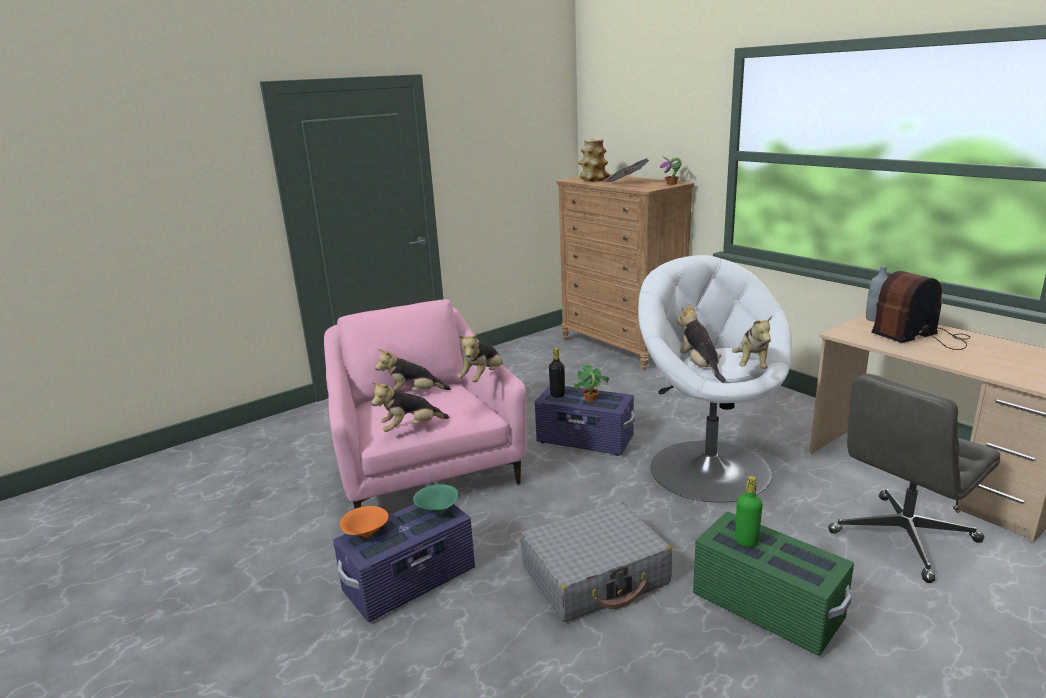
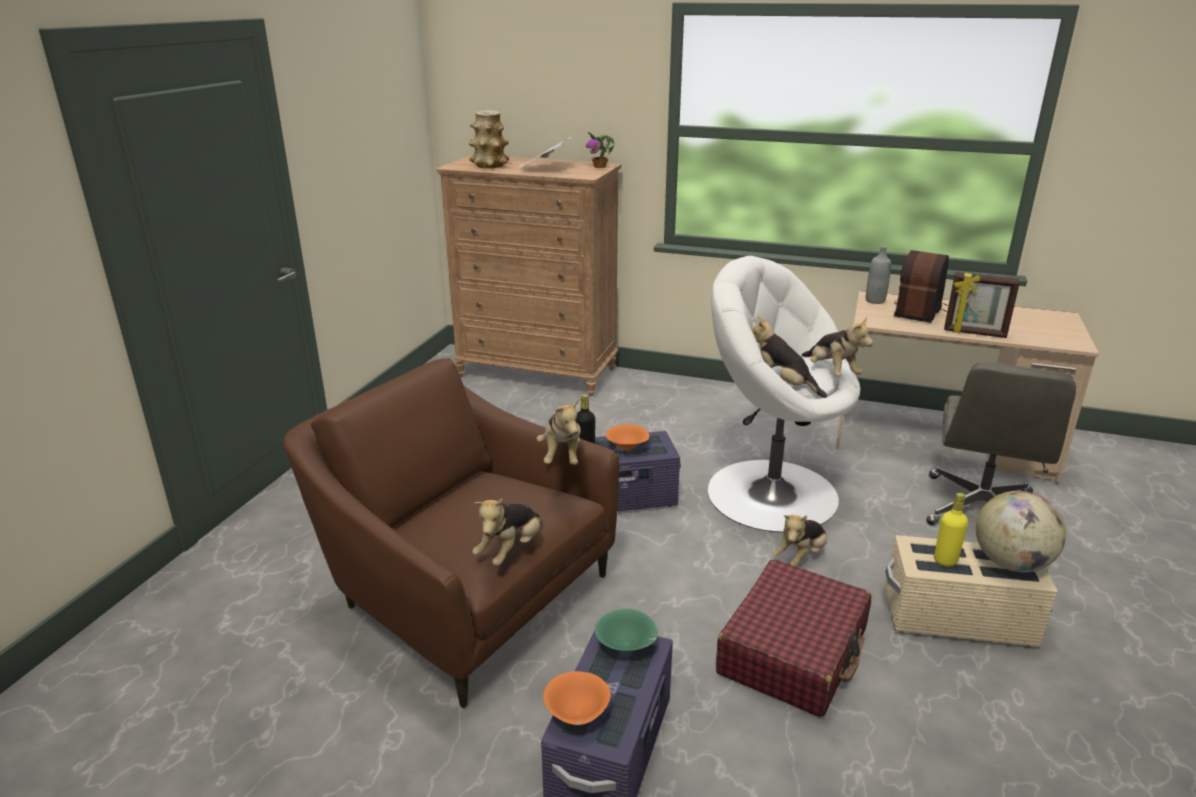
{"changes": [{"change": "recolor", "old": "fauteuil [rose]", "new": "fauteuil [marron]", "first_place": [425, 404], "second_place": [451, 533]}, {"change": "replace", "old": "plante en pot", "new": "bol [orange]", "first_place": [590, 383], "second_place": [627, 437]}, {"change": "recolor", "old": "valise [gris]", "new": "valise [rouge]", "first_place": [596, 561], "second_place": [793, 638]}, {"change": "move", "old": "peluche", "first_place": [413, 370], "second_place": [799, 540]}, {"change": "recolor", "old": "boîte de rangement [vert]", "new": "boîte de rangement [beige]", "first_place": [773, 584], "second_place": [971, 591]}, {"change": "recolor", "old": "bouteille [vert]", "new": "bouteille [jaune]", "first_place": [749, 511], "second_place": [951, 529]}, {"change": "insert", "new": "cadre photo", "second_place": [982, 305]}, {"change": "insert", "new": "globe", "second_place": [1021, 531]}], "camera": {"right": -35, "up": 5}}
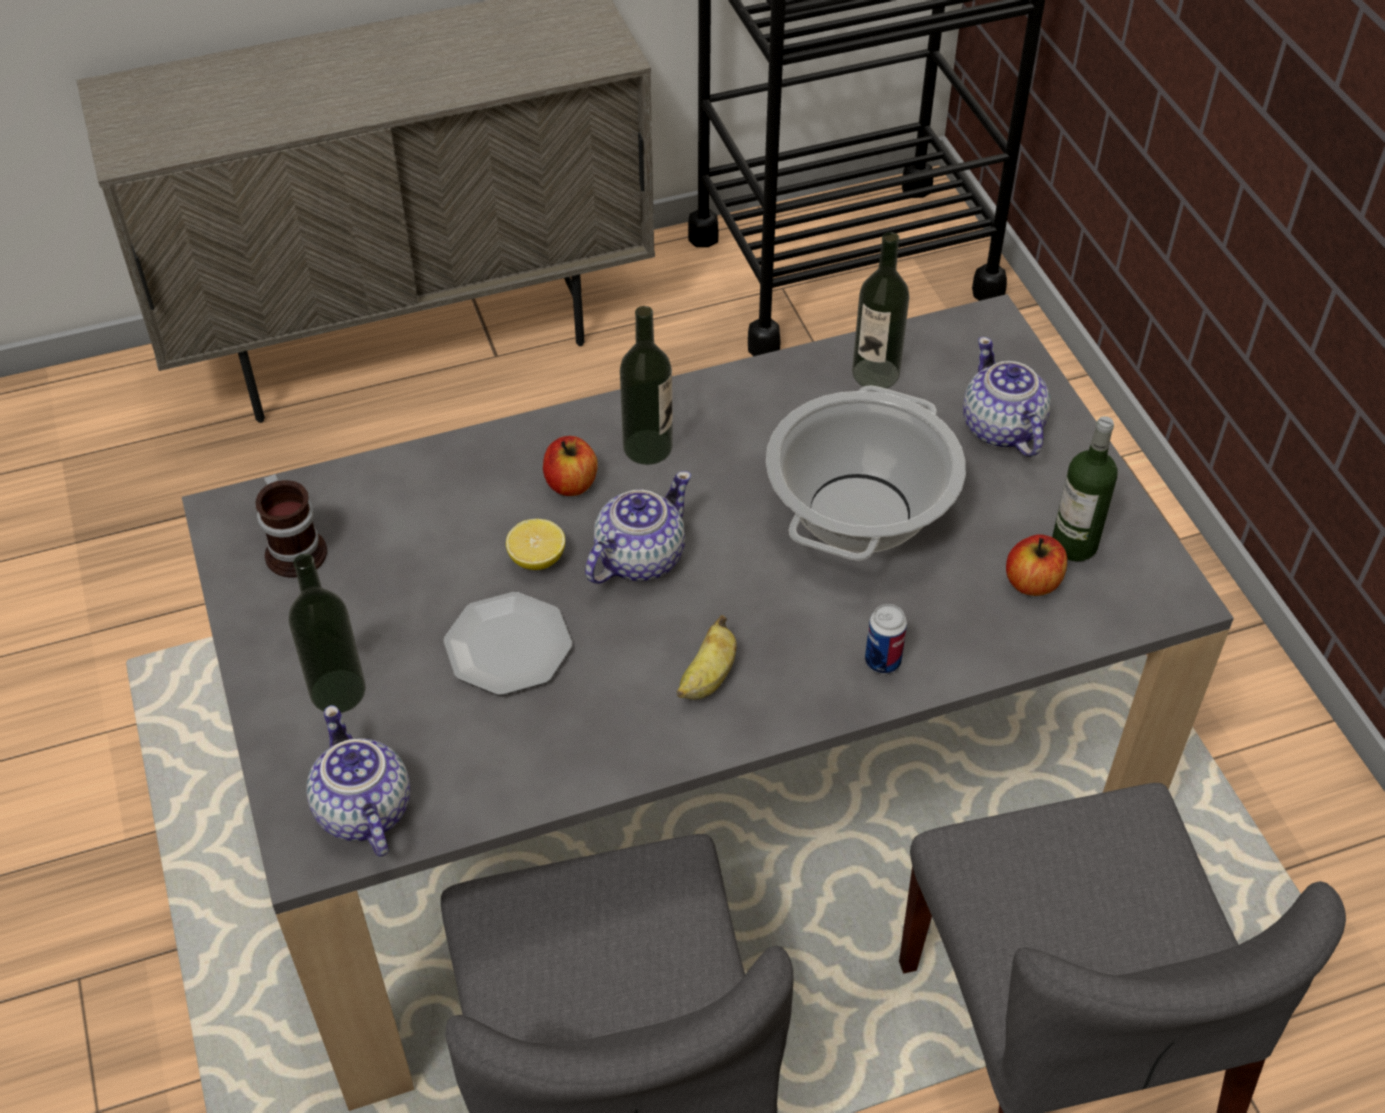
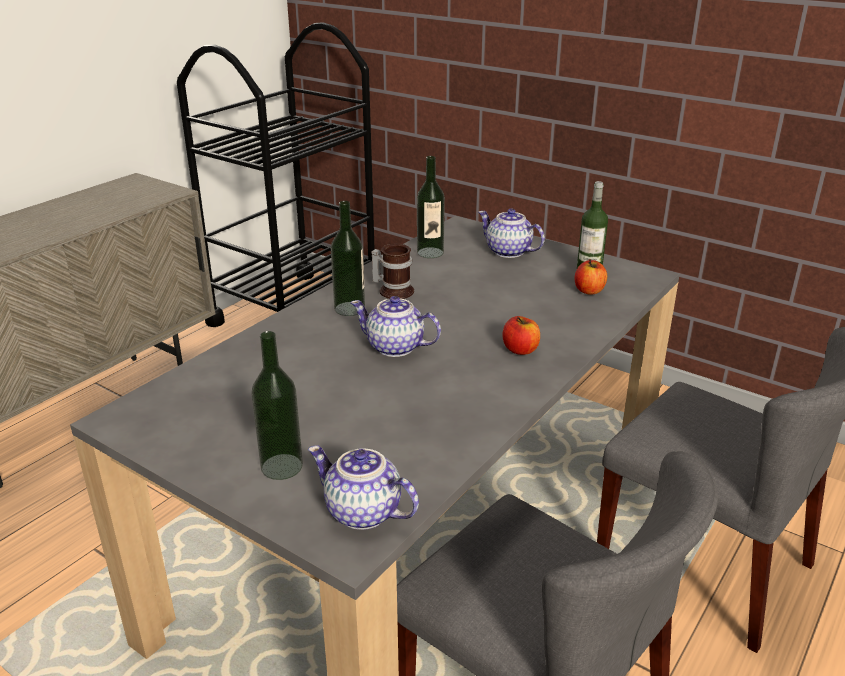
{"changes": [{"change": "rotate", "old": "théière", "first_place": [638, 527], "second_place": [395, 326], "degrees": -75}, {"change": "move", "old": "mug", "first_place": [291, 526], "second_place": [392, 271]}, {"change": "move", "old": "pomme", "first_place": [570, 466], "second_place": [521, 335]}, {"change": "delete", "old": "assiette", "first_place": [507, 643]}, {"change": "delete", "old": "citron", "first_place": [535, 544]}, {"change": "delete", "old": "banane", "first_place": [707, 657]}, {"change": "delete", "old": "marmite", "first_place": [866, 473]}, {"change": "delete", "old": "boîte métallique", "first_place": [886, 639]}], "camera": {"right": -35, "up": -20}}
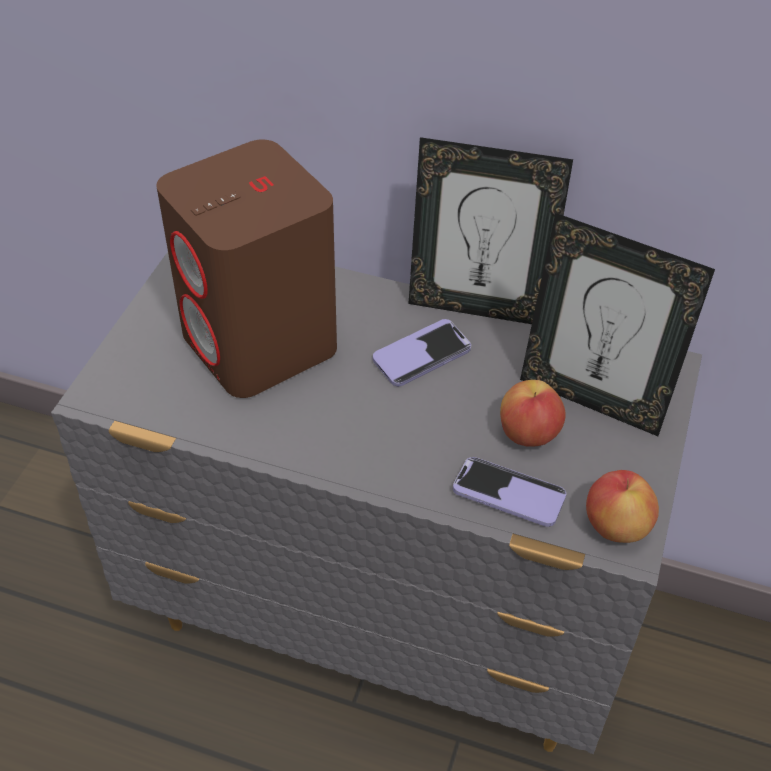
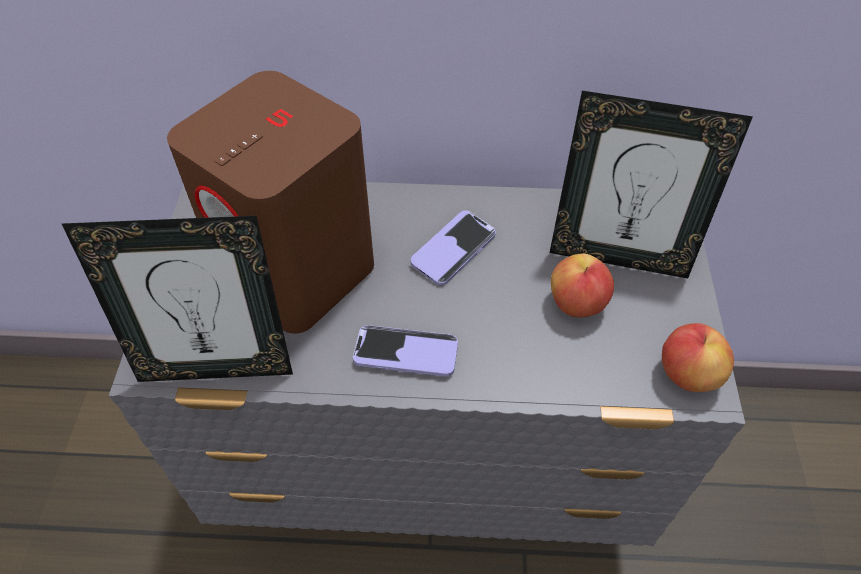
{"changes": [{"change": "move", "old": "cadre photo", "first_place": [490, 230], "second_place": [177, 299]}, {"change": "move", "old": "téléphone", "first_place": [509, 492], "second_place": [405, 351]}], "camera": {"right": -15, "up": 5}}
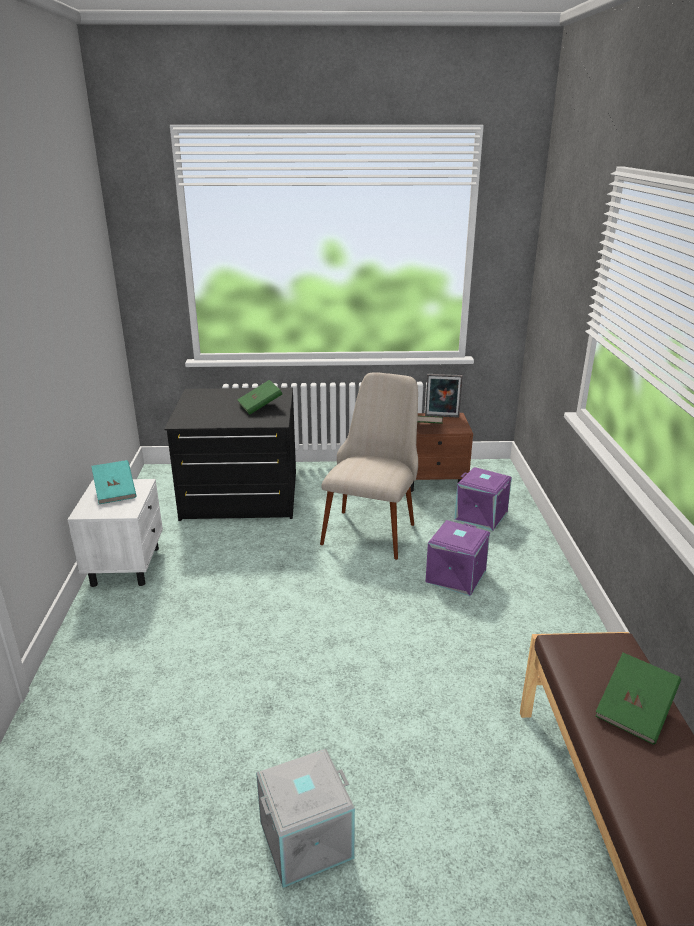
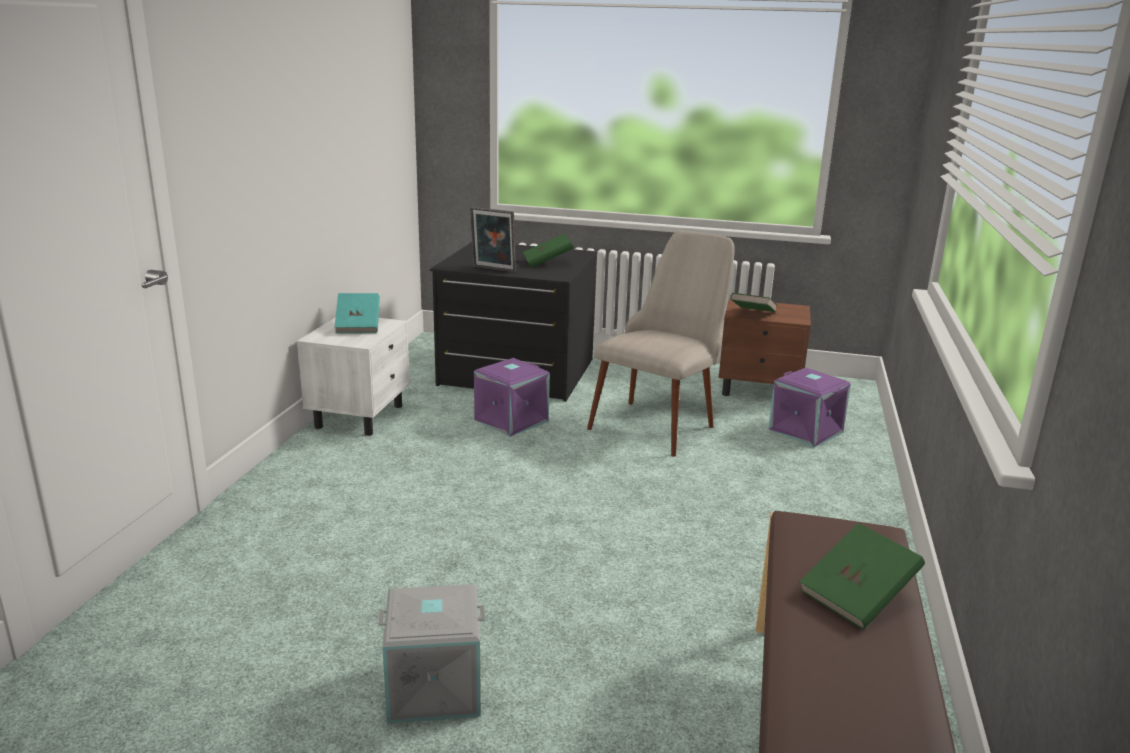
{"changes": [{"change": "move", "old": "cadre photo", "first_place": [444, 396], "second_place": [493, 239]}, {"change": "move", "old": "boîte de rangement [violet]", "first_place": [457, 558], "second_place": [512, 397]}], "camera": {"right": 15, "up": -5}}
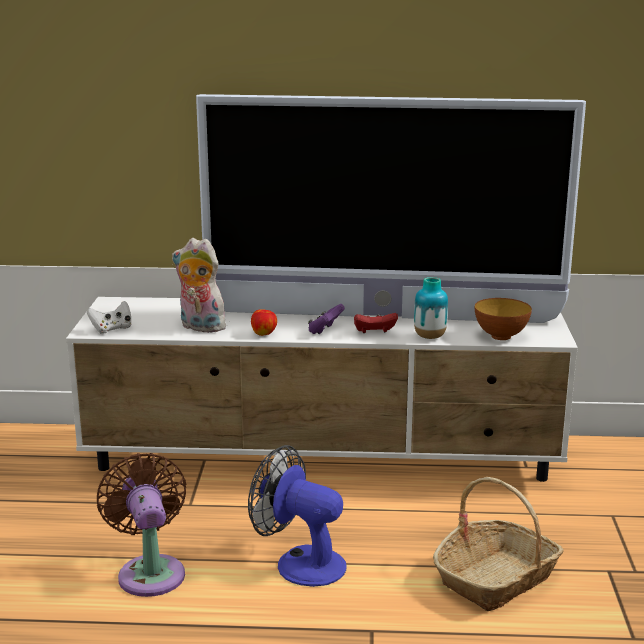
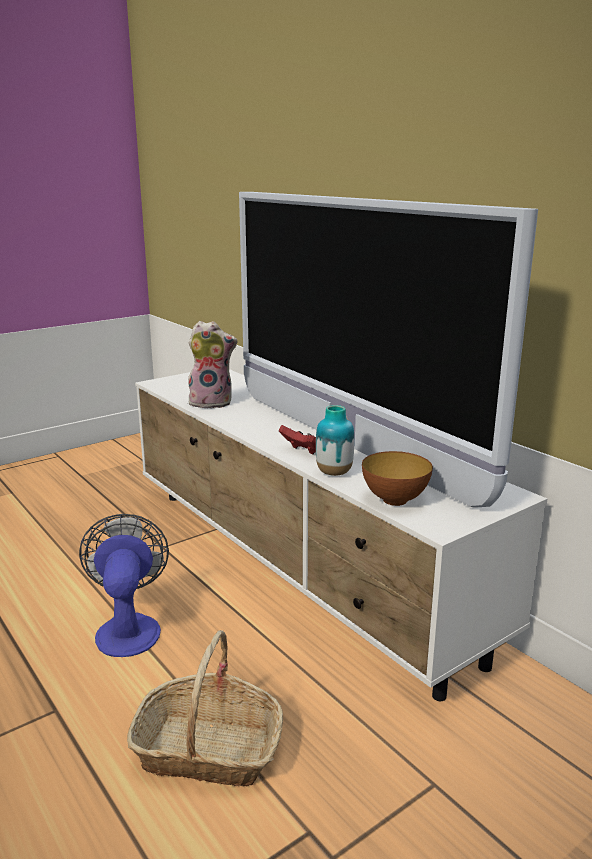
{"changes": [{"change": "rotate", "old": "peluche", "first_place": [201, 285], "second_place": [212, 365], "degrees": 105}, {"change": "delete", "old": "manette [blanc]", "first_place": [109, 317]}, {"change": "delete", "old": "ventilateur [marron]", "first_place": [142, 525]}, {"change": "delete", "old": "pomme", "first_place": [264, 322]}, {"change": "delete", "old": "manette [violet]", "first_place": [326, 319]}], "camera": {"right": 50, "up": 0}}
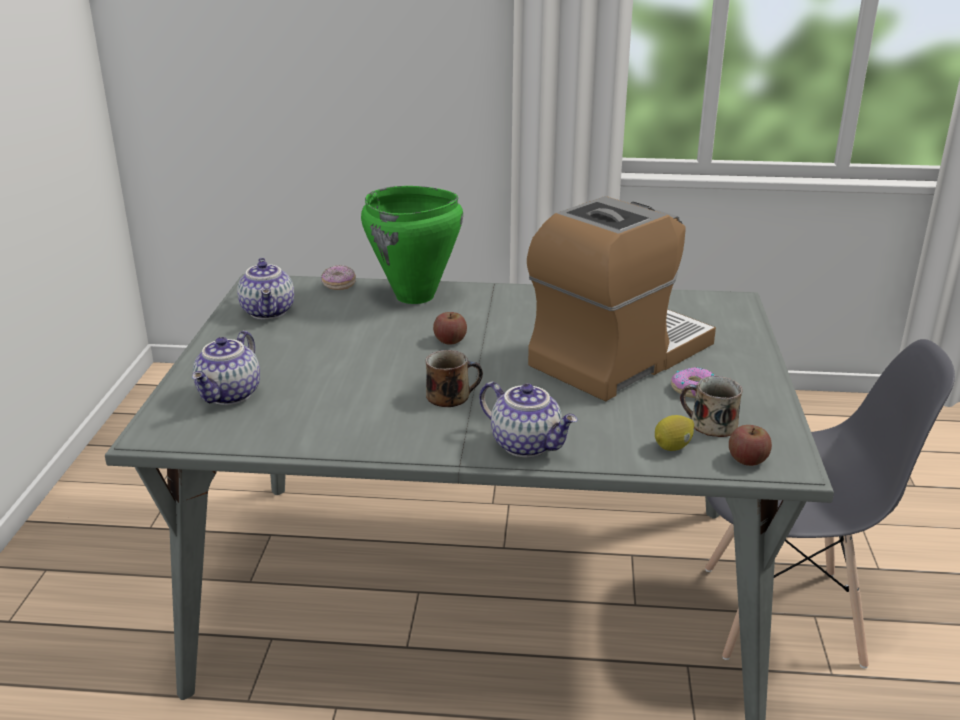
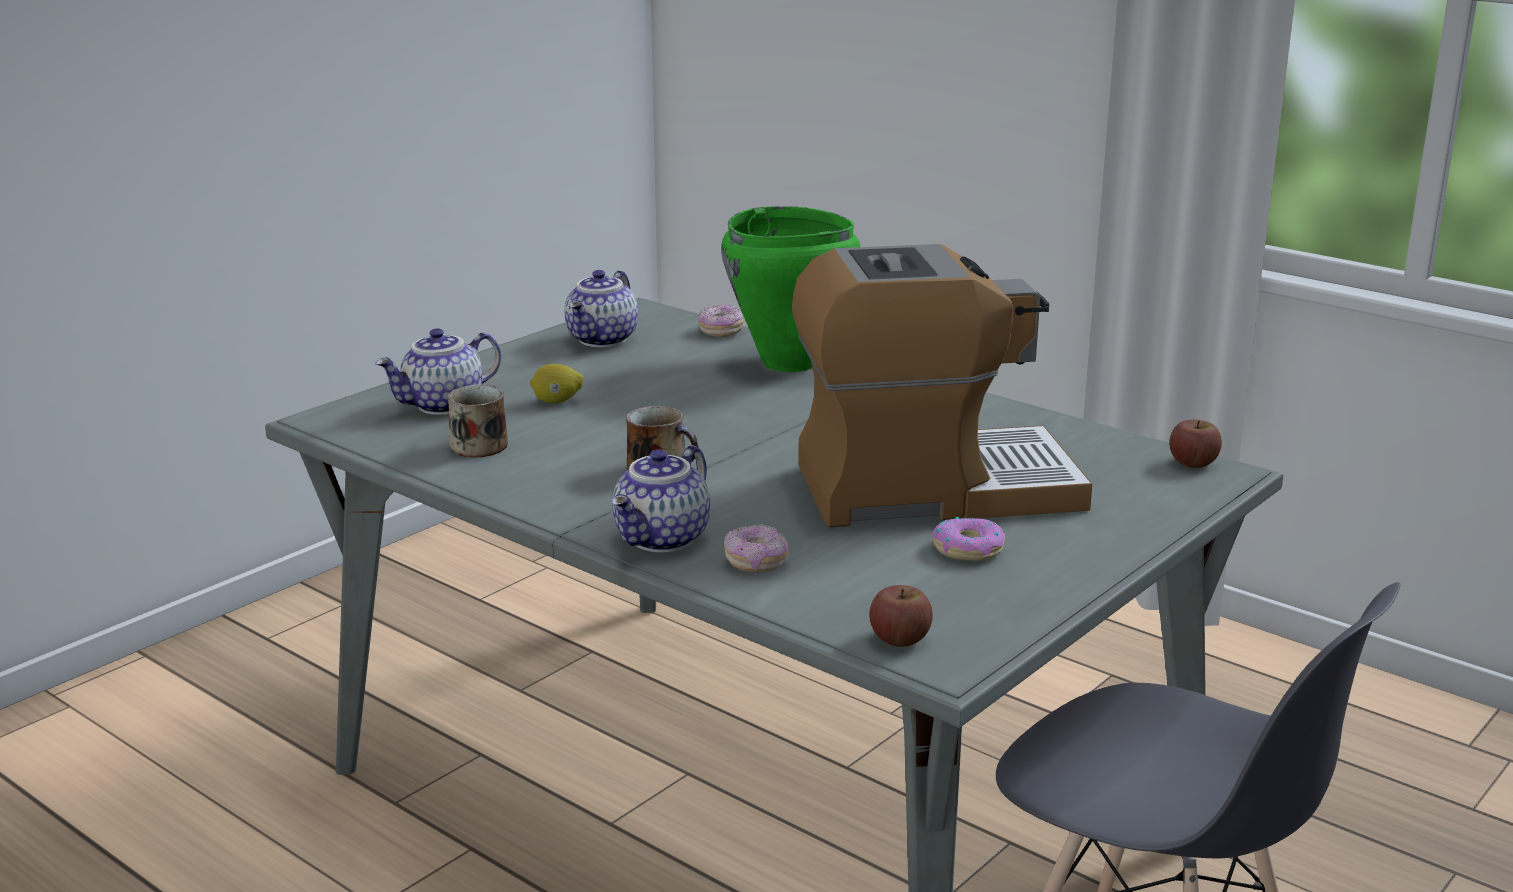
{"changes": [{"change": "move", "old": "mug", "first_place": [711, 406], "second_place": [477, 421]}, {"change": "move", "old": "citron", "first_place": [674, 433], "second_place": [556, 383]}, {"change": "rotate", "old": "théière", "first_place": [528, 419], "second_place": [660, 499], "degrees": 45}, {"change": "insert", "new": "beignet", "second_place": [756, 548]}, {"change": "move", "old": "pomme", "first_place": [450, 328], "second_place": [1195, 444]}], "camera": {"right": 35, "up": -5}}
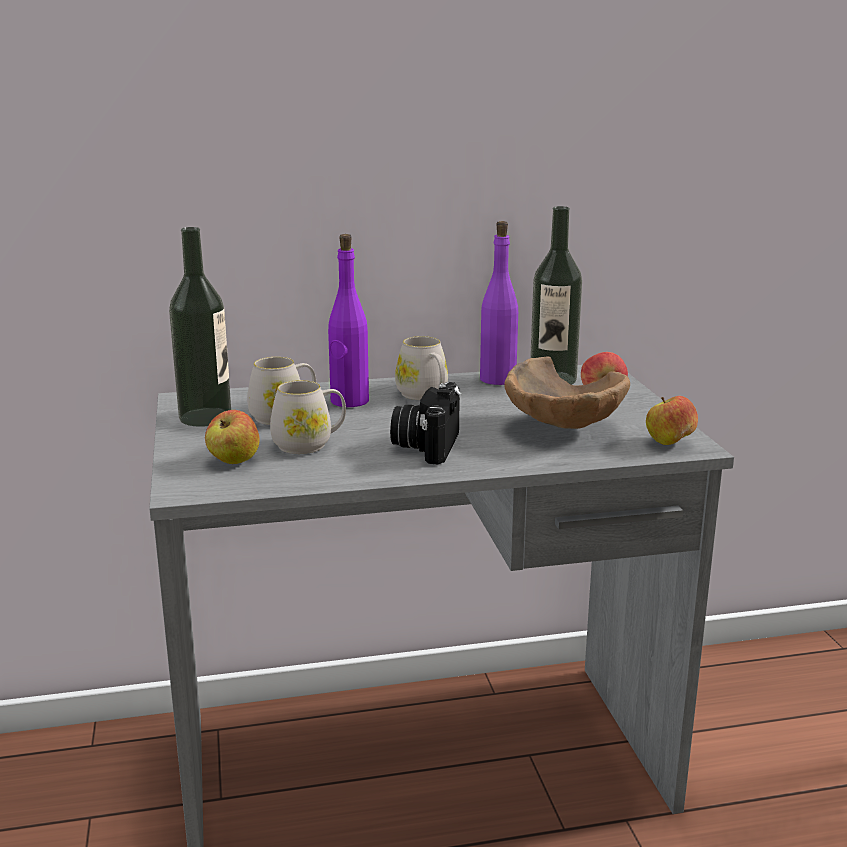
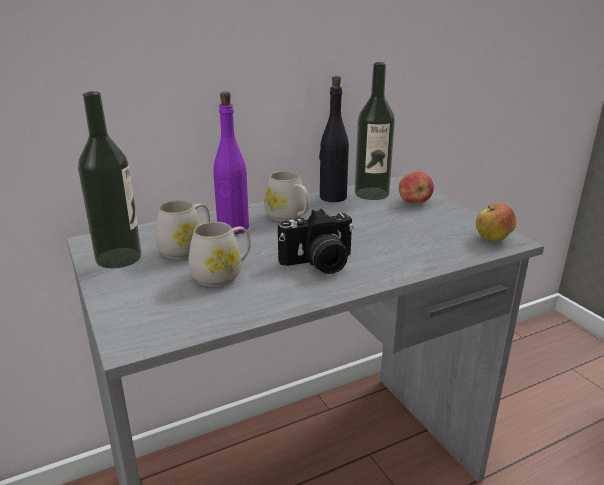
{"changes": [{"change": "rotate", "old": "appareil photo", "first_place": [426, 423], "second_place": [316, 241], "degrees": -105}, {"change": "recolor", "old": "bouteille [violet]", "new": "bouteille [noir]", "first_place": [499, 303], "second_place": [334, 139]}, {"change": "delete", "old": "pomme", "first_place": [232, 437]}, {"change": "delete", "old": "bol [marron]", "first_place": [567, 392]}], "camera": {"right": -15, "up": 5}}
